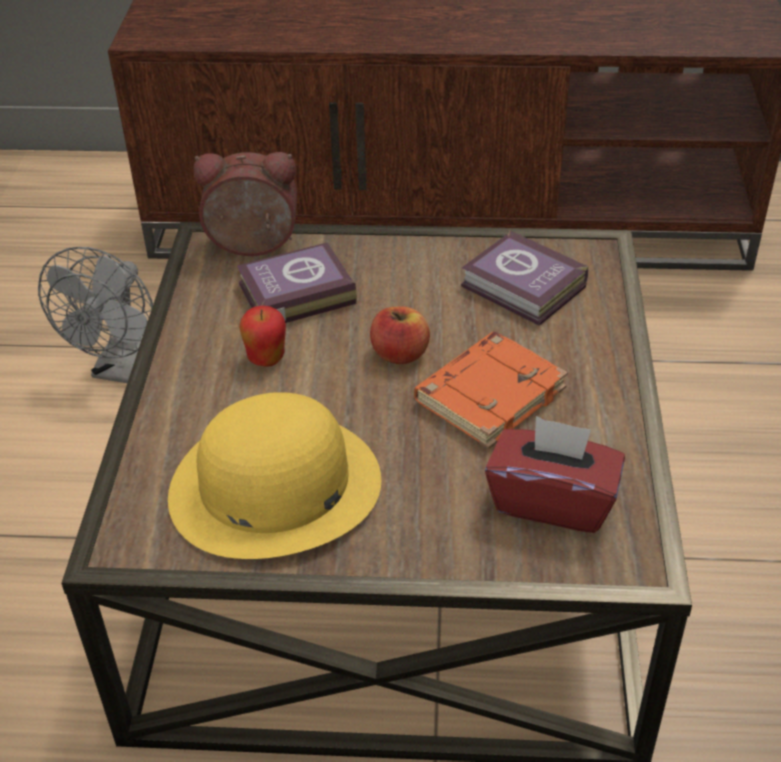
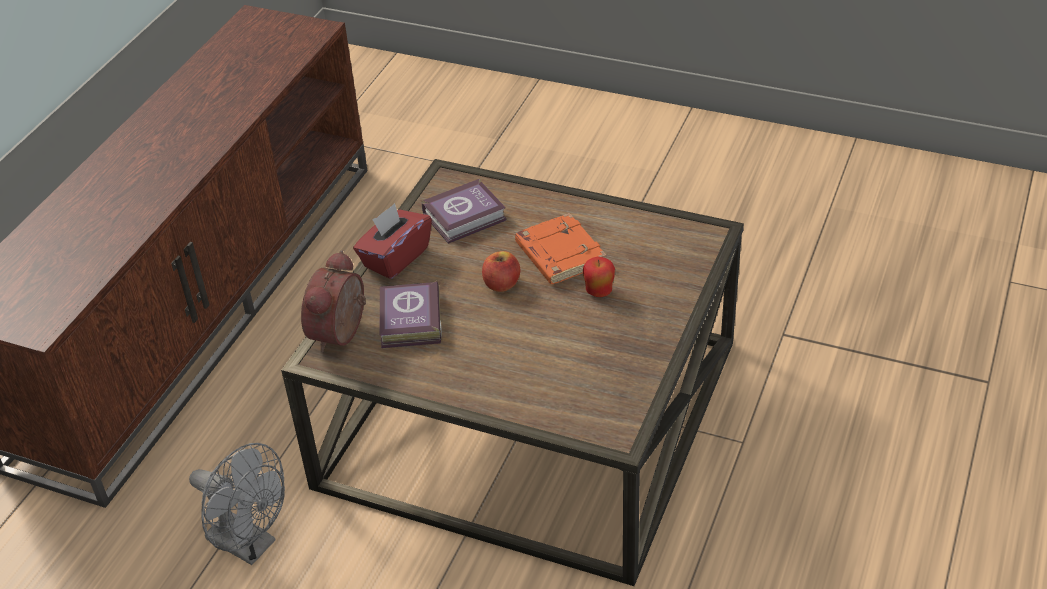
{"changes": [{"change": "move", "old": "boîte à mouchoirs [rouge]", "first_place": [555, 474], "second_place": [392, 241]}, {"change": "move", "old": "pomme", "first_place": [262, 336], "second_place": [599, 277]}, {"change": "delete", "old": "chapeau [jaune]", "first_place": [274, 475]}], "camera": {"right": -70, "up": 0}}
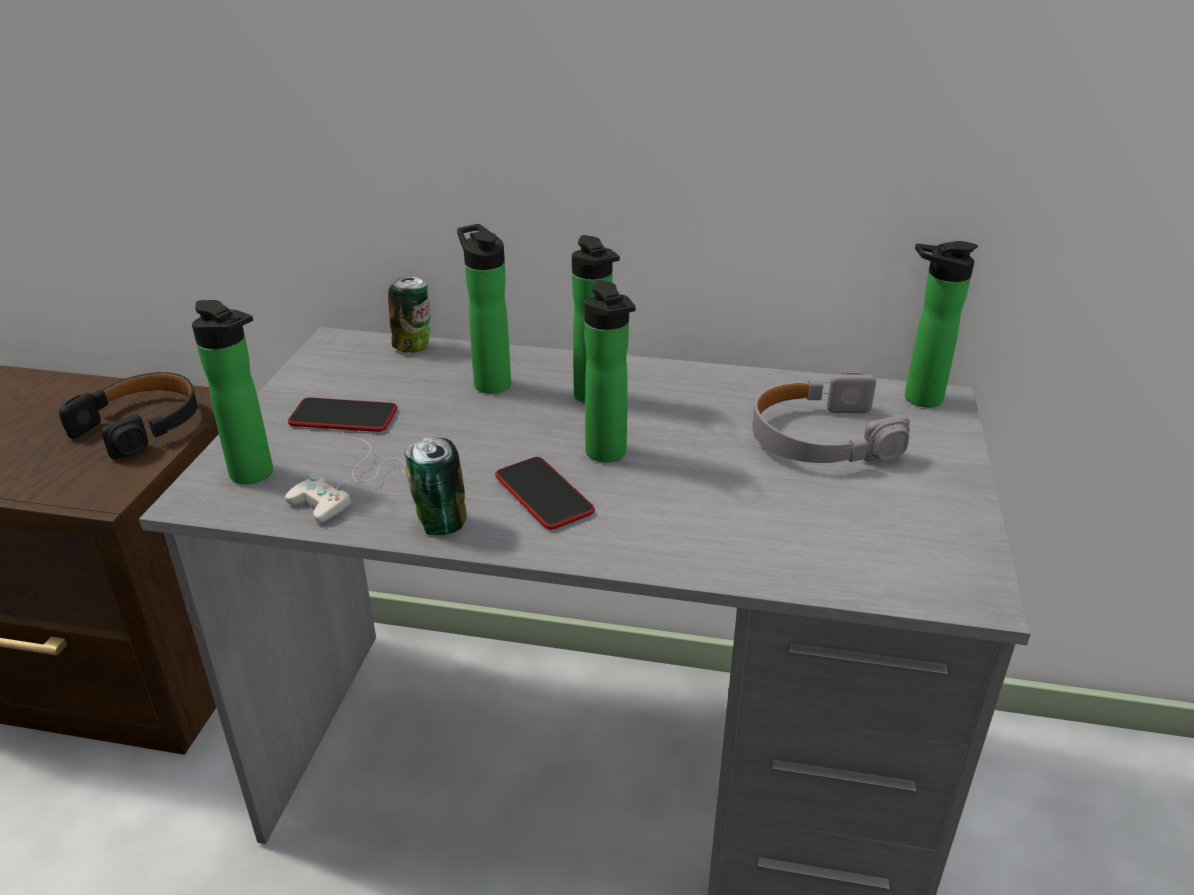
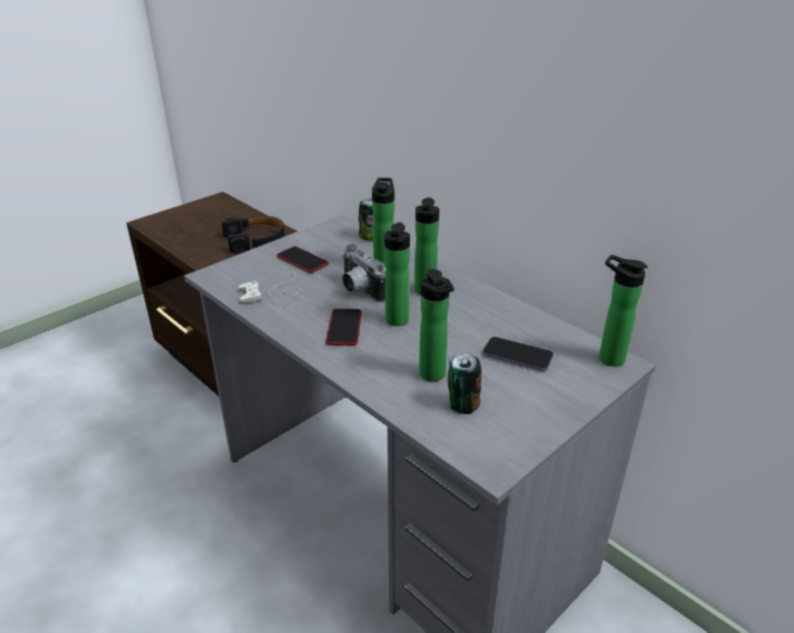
{"changes": [{"change": "insert", "new": "appareil photo", "second_place": [364, 273]}, {"change": "move", "old": "bouteille", "first_place": [232, 392], "second_place": [436, 325]}, {"change": "move", "old": "boîte métallique", "first_place": [435, 486], "second_place": [464, 383]}, {"change": "replace", "old": "casque audio [gris]", "new": "téléphone", "first_place": [831, 417], "second_place": [518, 354]}], "camera": {"right": 35, "up": 0}}
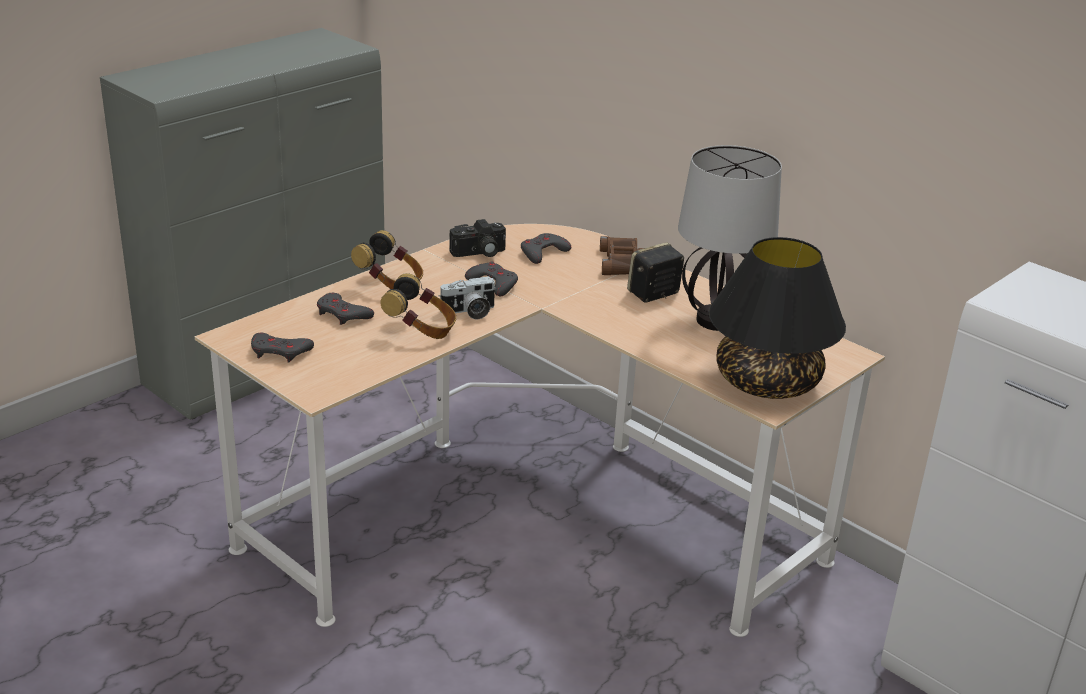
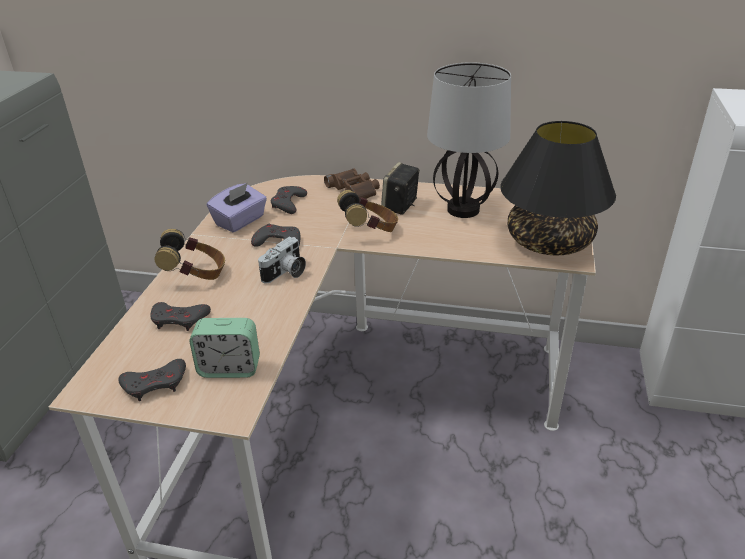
{"changes": [{"change": "insert", "new": "réveil", "second_place": [224, 348]}, {"change": "replace", "old": "appareil photo", "new": "boîte à mouchoirs [violet]", "first_place": [477, 238], "second_place": [237, 207]}, {"change": "move", "old": "casque audio", "first_place": [418, 306], "second_place": [367, 211]}], "camera": {"right": -30, "up": 5}}
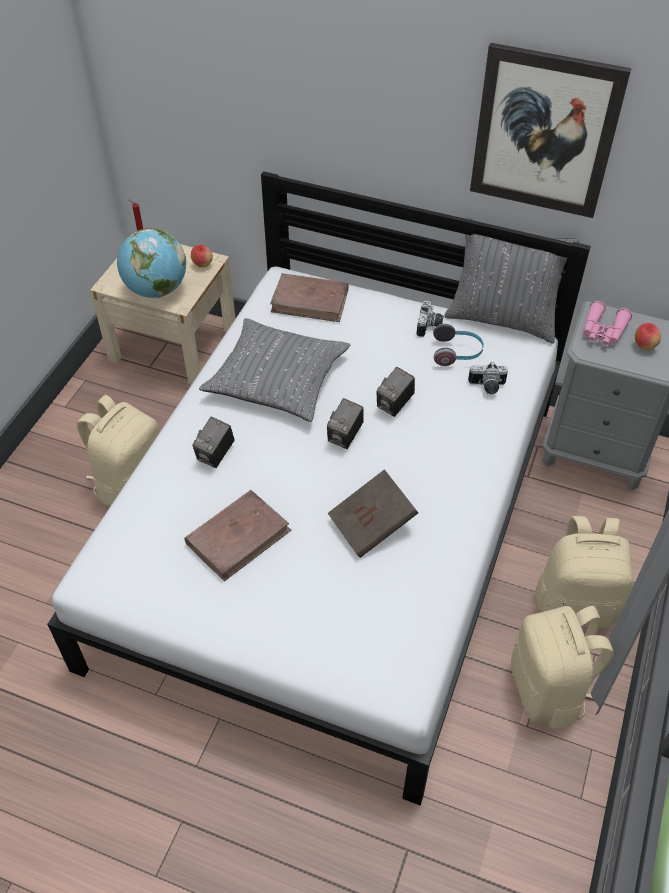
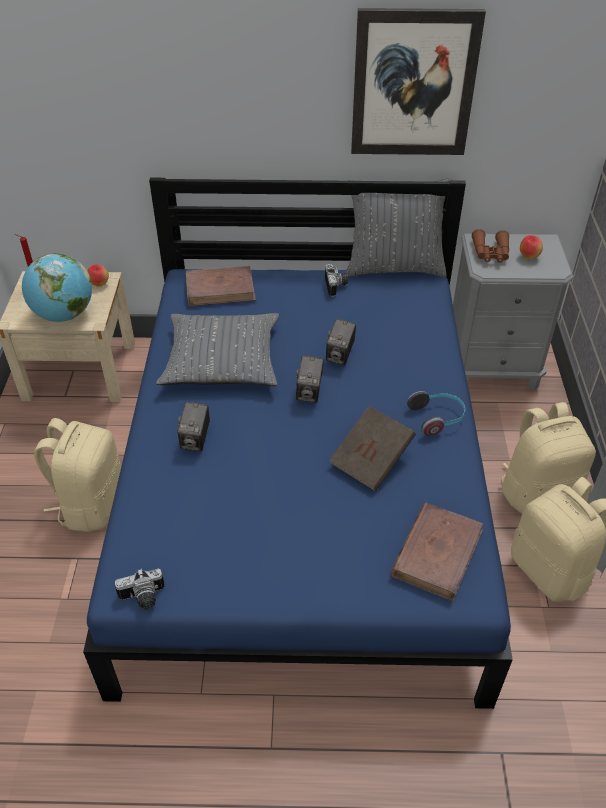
{"changes": [{"change": "recolor", "old": "lit [blanc]", "new": "lit [bleu]", "first_place": [319, 488], "second_place": [298, 443]}, {"change": "move", "old": "appareil photo", "first_place": [488, 378], "second_place": [139, 589]}, {"change": "move", "old": "livre [marron]", "first_place": [237, 535], "second_place": [437, 552]}, {"change": "move", "old": "casque audio", "first_place": [458, 345], "second_place": [436, 413]}, {"change": "recolor", "old": "jumelles [rose]", "new": "jumelles [marron]", "first_place": [607, 323], "second_place": [490, 246]}], "camera": {"right": -20, "up": -5}}
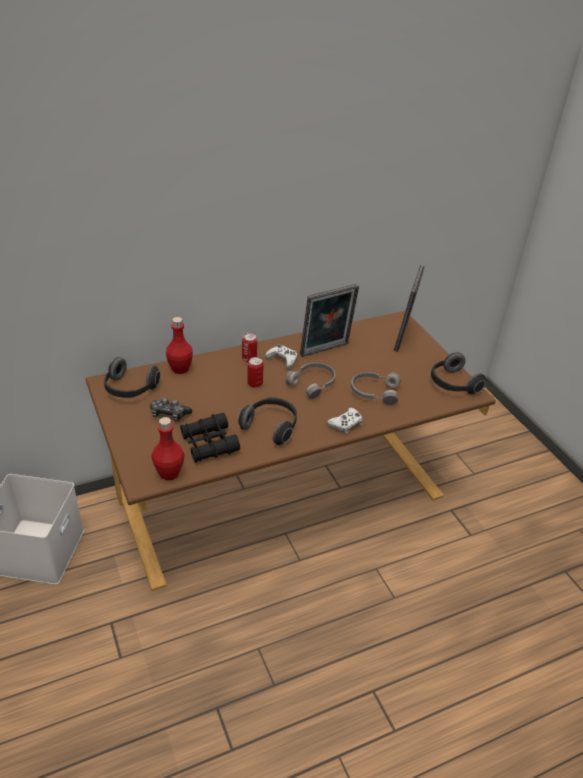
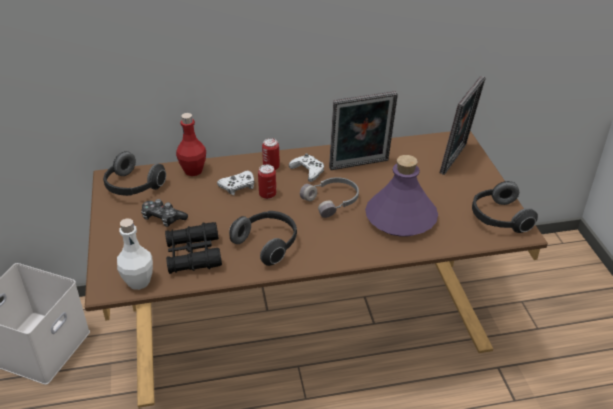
{"changes": [{"change": "recolor", "old": "bouteille [rouge]", "new": "bouteille [blanc]", "first_place": [168, 448], "second_place": [135, 254]}, {"change": "move", "old": "manette [blanc]", "first_place": [345, 421], "second_place": [235, 183]}, {"change": "replace", "old": "casque audio [gris]", "new": "bouteille [violet]", "first_place": [376, 388], "second_place": [401, 196]}], "camera": {"right": 15, "up": 0}}
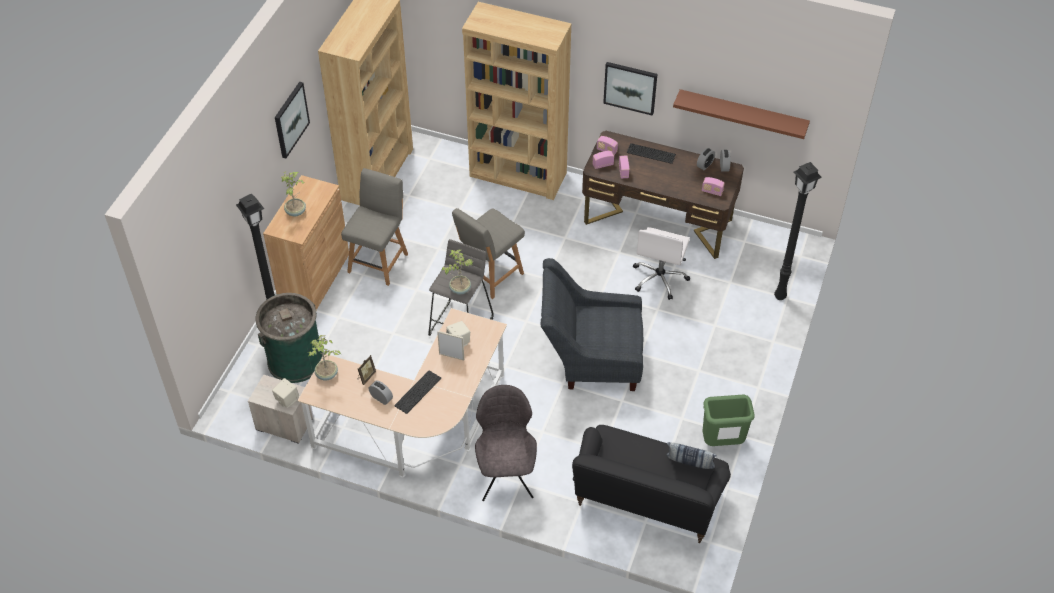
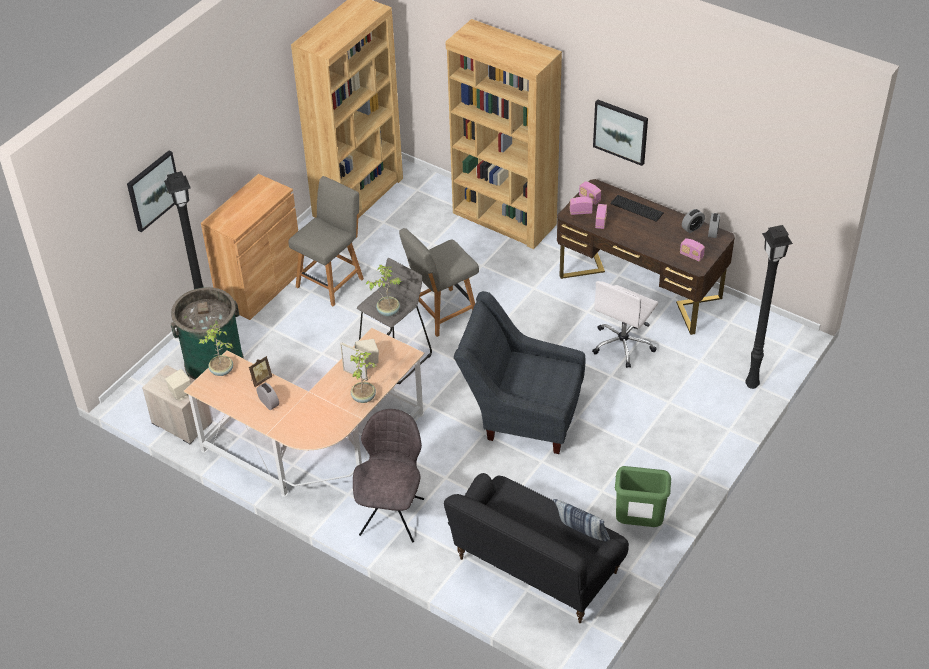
{"changes": [{"change": "move", "old": "tableau", "first_place": [292, 120], "second_place": [151, 191]}, {"change": "move", "old": "plante en pot", "first_place": [293, 193], "second_place": [363, 376]}, {"change": "delete", "old": "clavier", "first_place": [417, 392]}, {"change": "delete", "old": "étagère [marron]", "first_place": [741, 114]}], "camera": {"right": 15, "up": -5}}
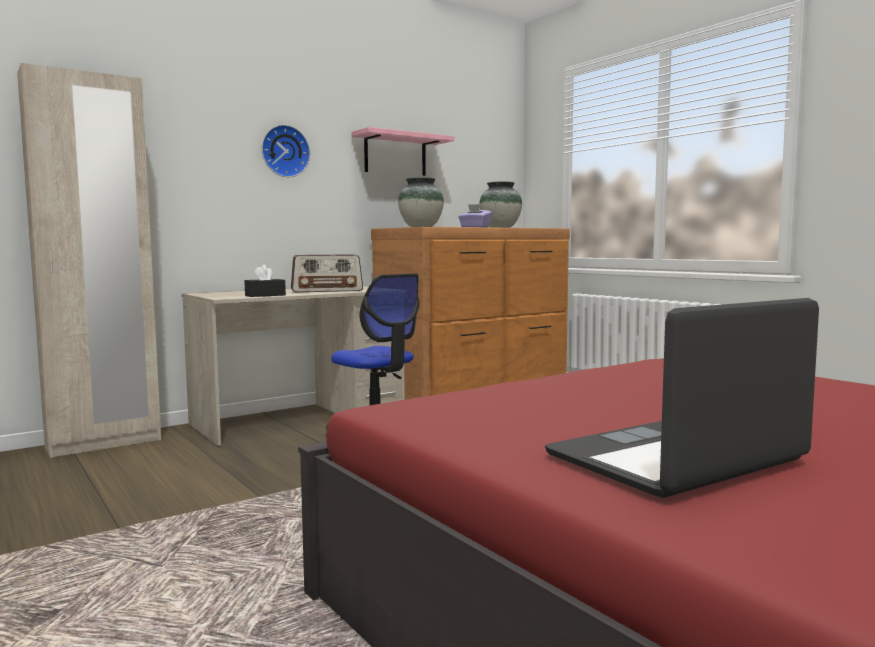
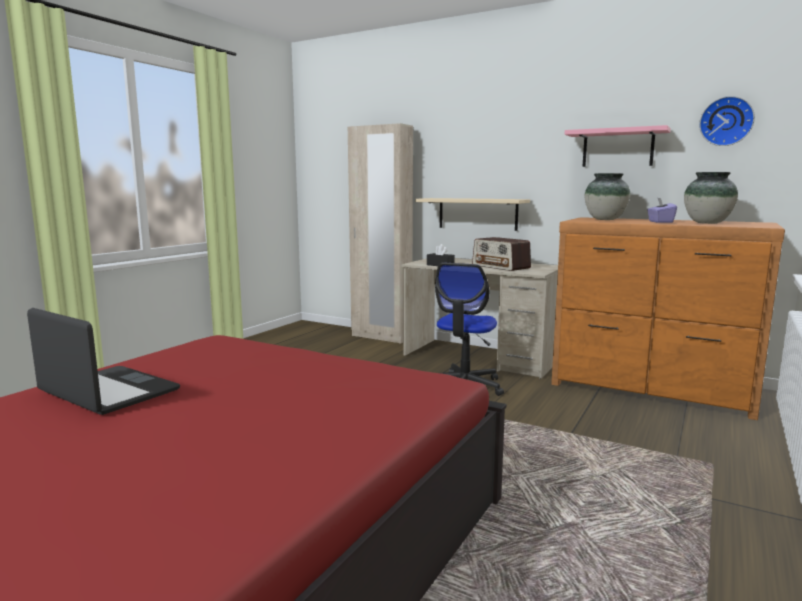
{"changes": [{"change": "insert", "new": "étagère [beige]", "second_place": [472, 214]}, {"change": "move", "old": "horloge murale", "first_place": [285, 151], "second_place": [727, 121]}], "camera": {"right": 65, "up": 5}}
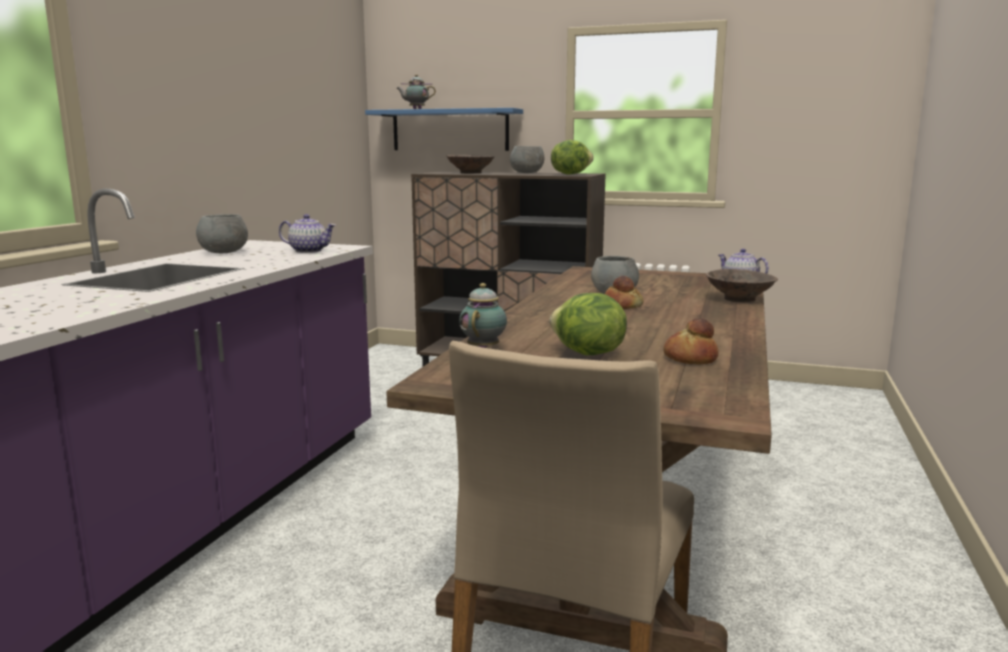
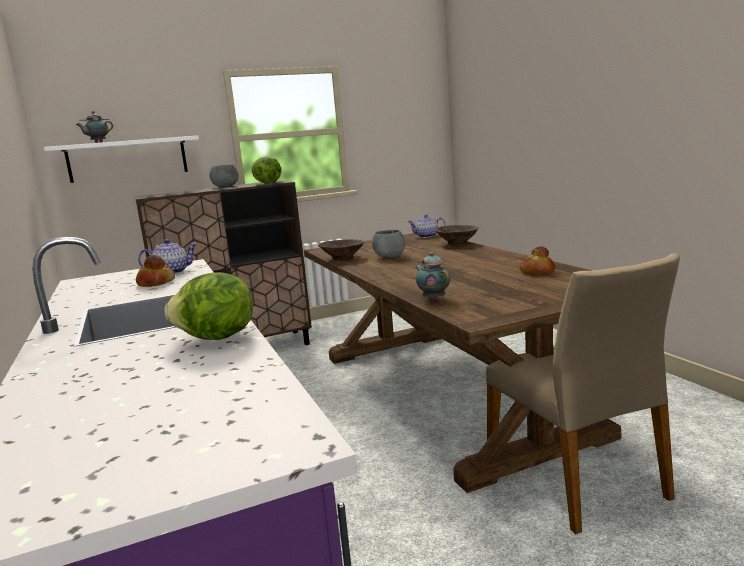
{"changes": [{"change": "recolor", "old": "étagère [bleu]", "new": "étagère [blanc]", "first_place": [444, 129], "second_place": [121, 159]}, {"change": "move", "old": "pain", "first_place": [624, 292], "second_place": [155, 271]}, {"change": "move", "old": "laitue", "first_place": [588, 324], "second_place": [209, 306]}, {"change": "move", "old": "bol [marron]", "first_place": [470, 164], "second_place": [341, 250]}, {"change": "delete", "old": "bol [gris]", "first_place": [222, 233]}], "camera": {"right": -40, "up": 0}}
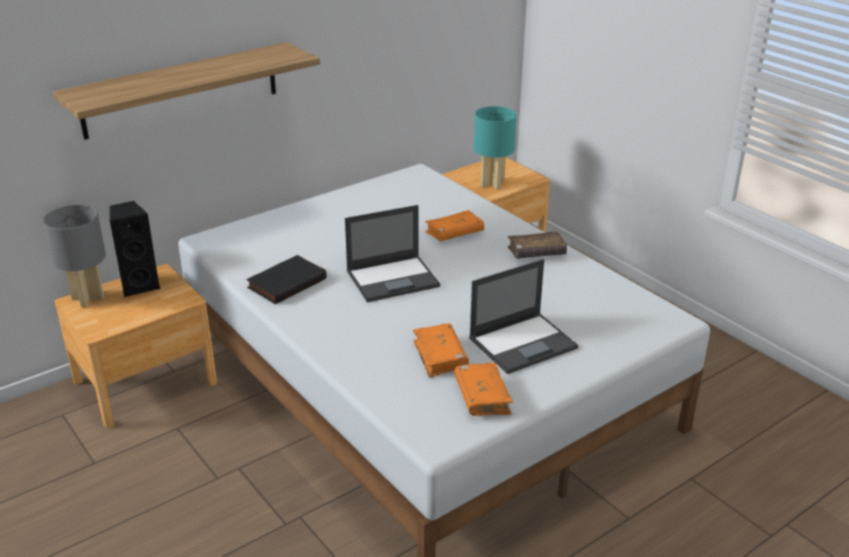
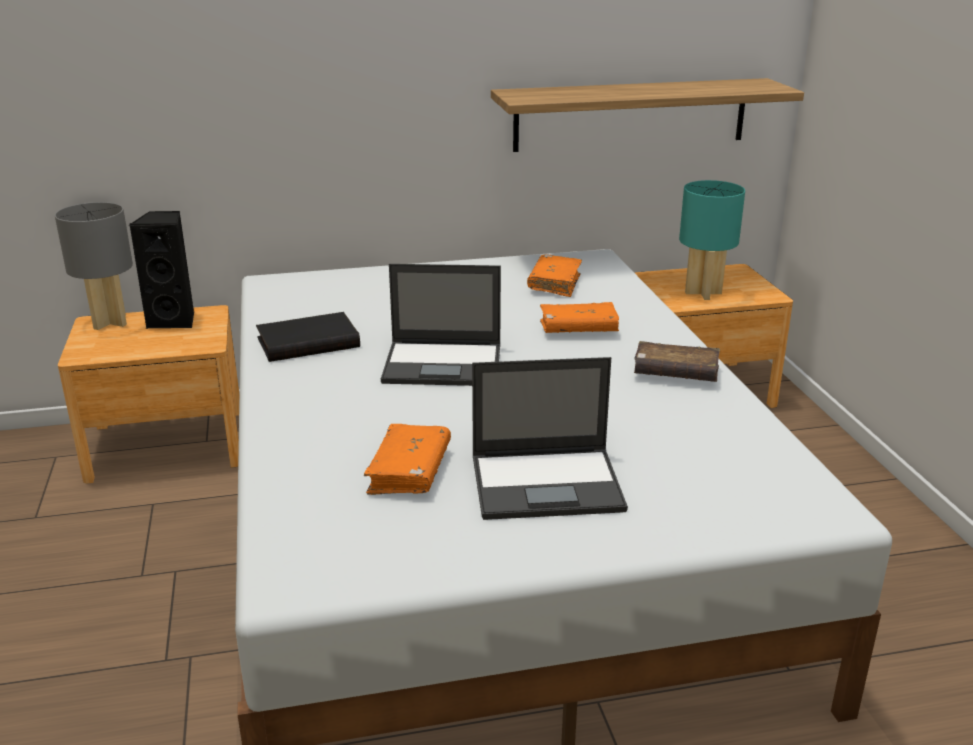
{"changes": [{"change": "move", "old": "étagère", "first_place": [186, 91], "second_place": [647, 115]}, {"change": "move", "old": "livre [orange]", "first_place": [483, 389], "second_place": [554, 275]}], "camera": {"right": 25, "up": -5}}
